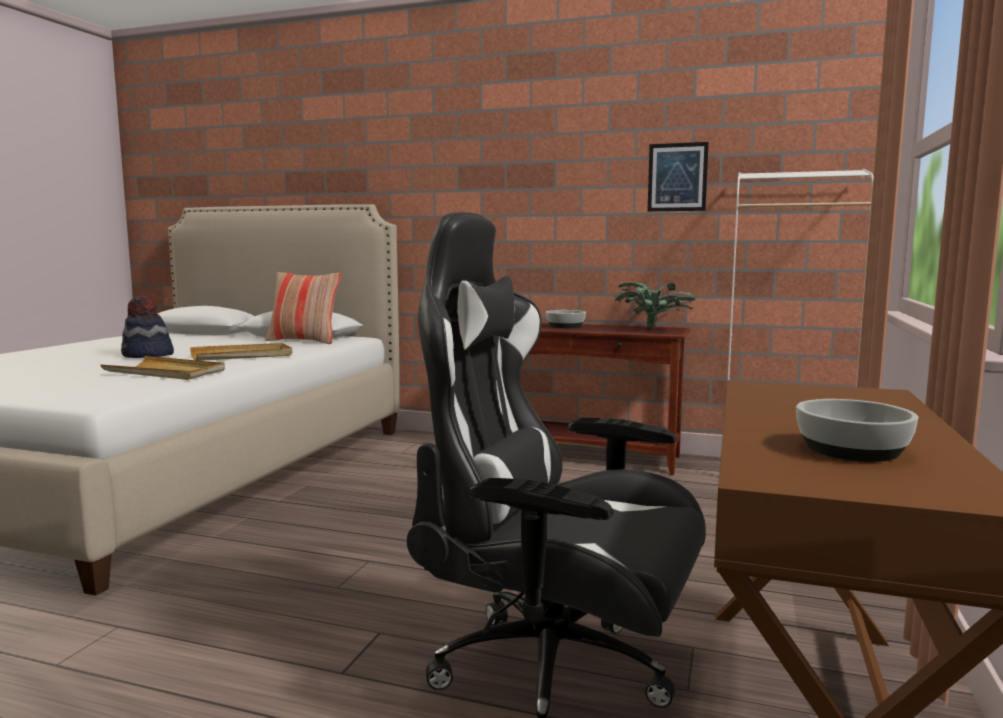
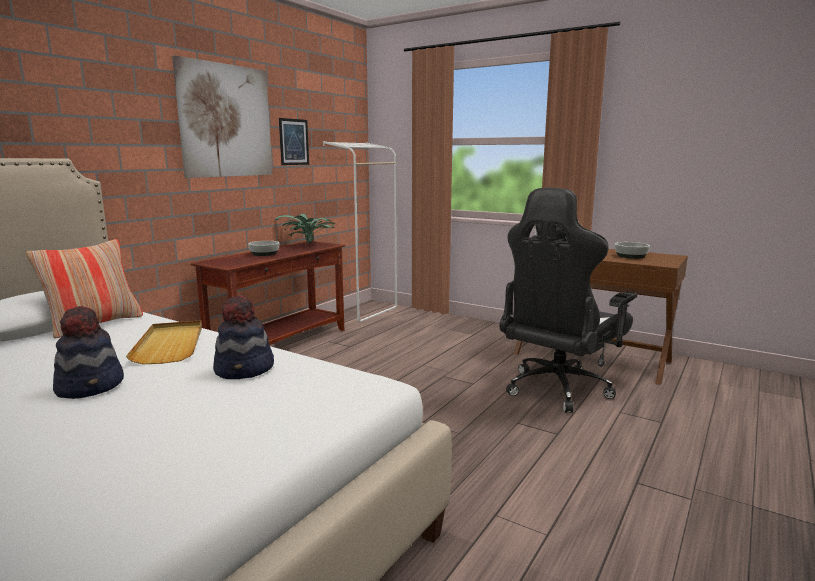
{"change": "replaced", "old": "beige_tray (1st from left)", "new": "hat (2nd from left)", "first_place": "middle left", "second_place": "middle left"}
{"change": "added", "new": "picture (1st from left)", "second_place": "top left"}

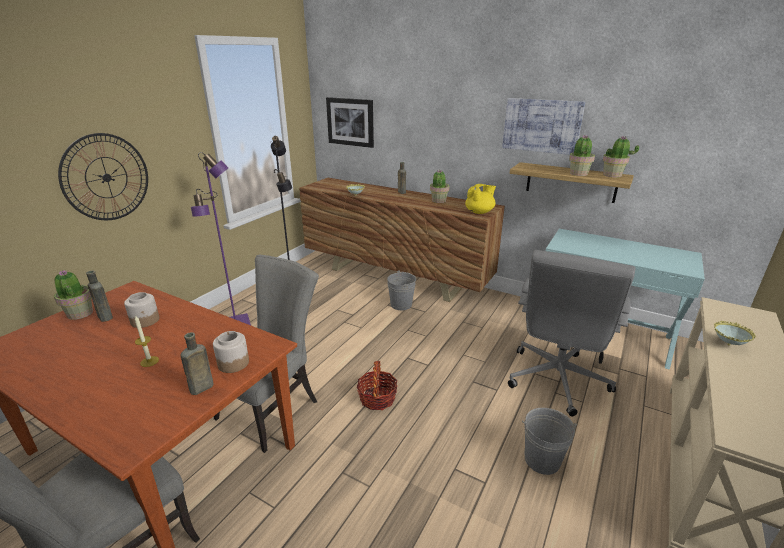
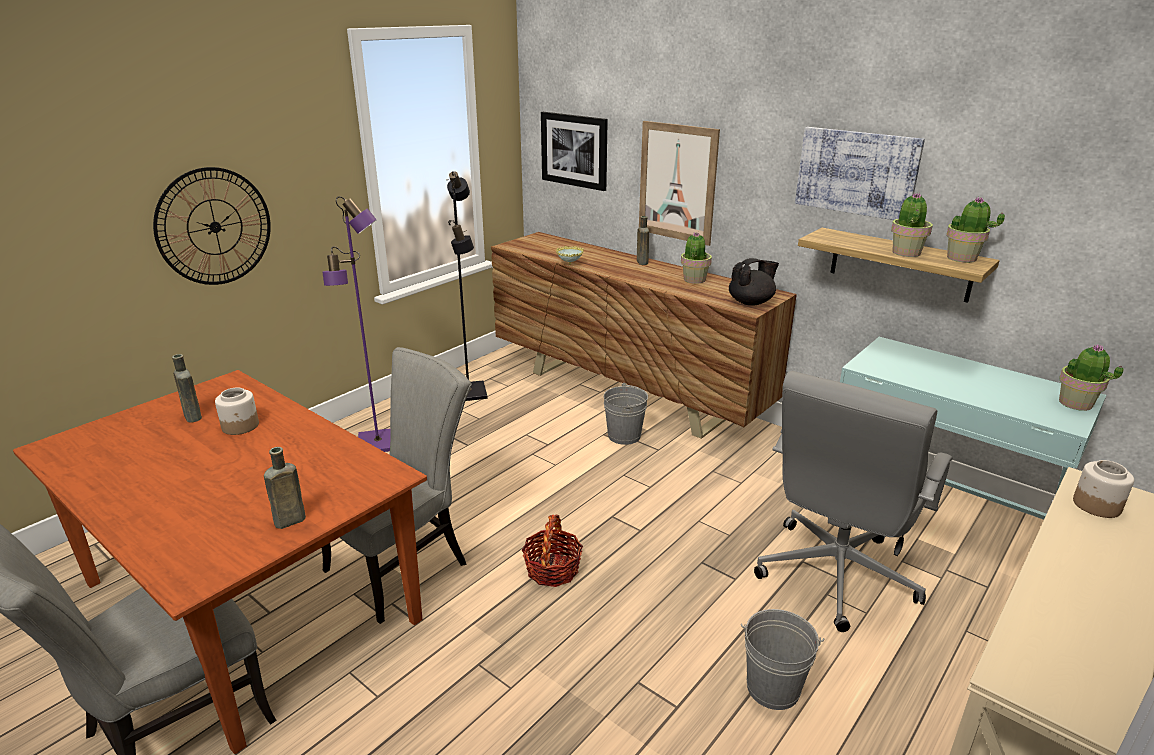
{"change": "recoloured", "old": "yellow_teapot", "new": "black_teapot", "first_place": "centre", "second_place": "centre"}
{"change": "moved", "old": "potted_plant (1st from left in the first image)", "new": "potted_plant (4th from left)", "first_place": "middle left", "second_place": "middle right"}
{"change": "removed", "old": "candle", "first_place": "middle left"}
{"change": "removed", "old": "bowl (2nd from left)", "first_place": "middle right"}
{"change": "moved", "old": "jar (2nd from left)", "first_place": "middle left", "second_place": "middle right"}
{"change": "added", "new": "picture (2nd from left)", "second_place": "top centre"}

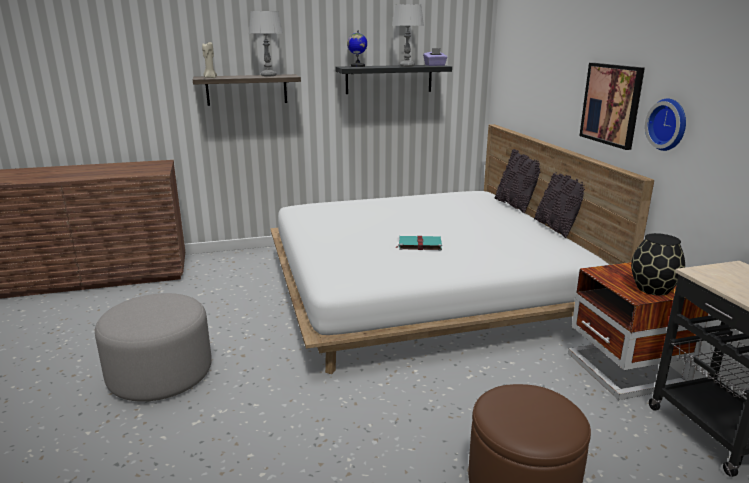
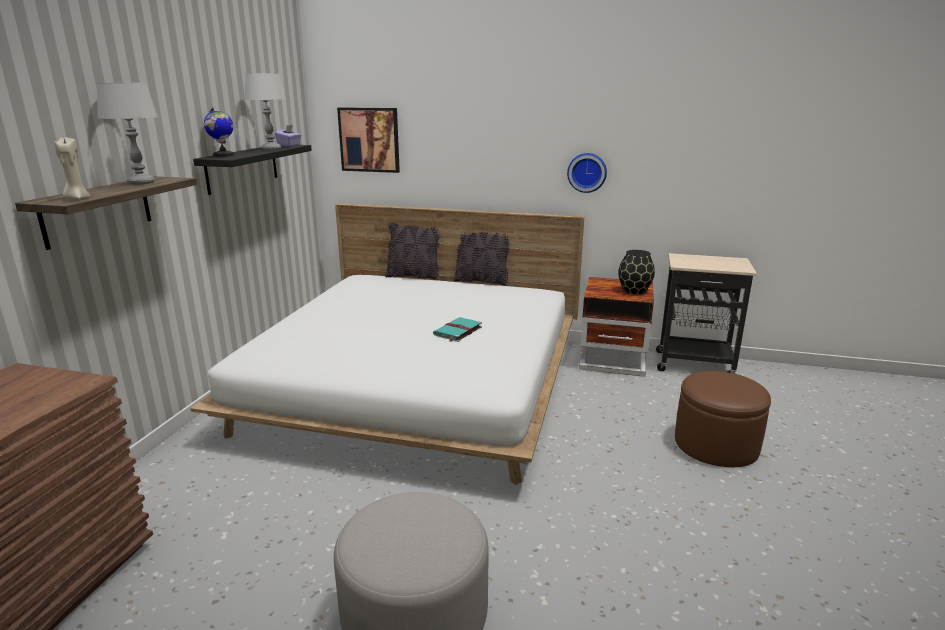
{"change": "moved", "old": "picture", "first_place": "top right", "second_place": "top centre"}

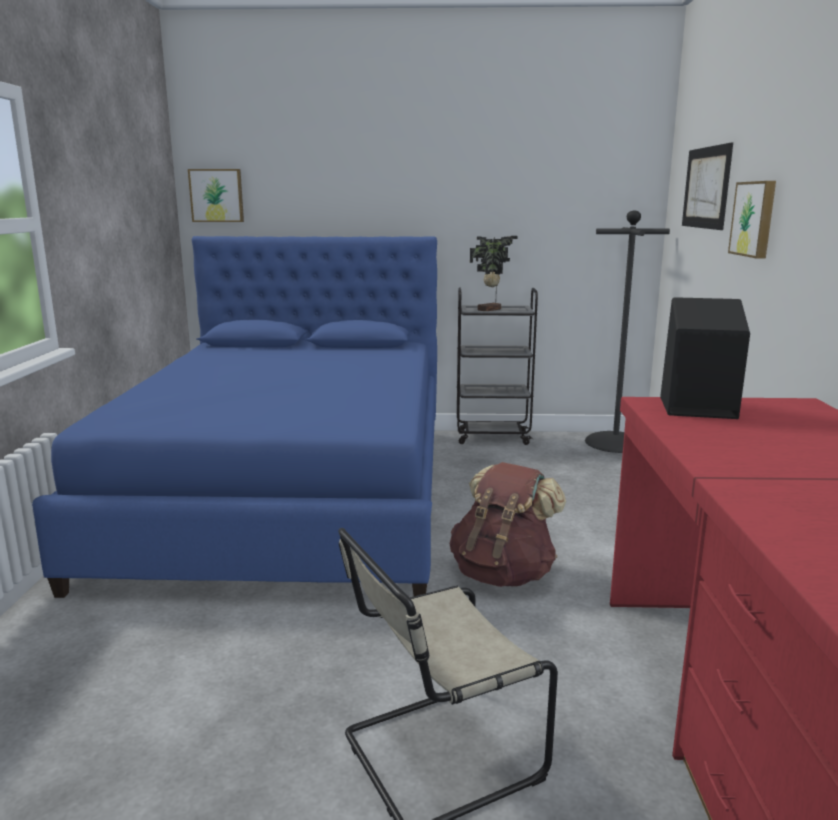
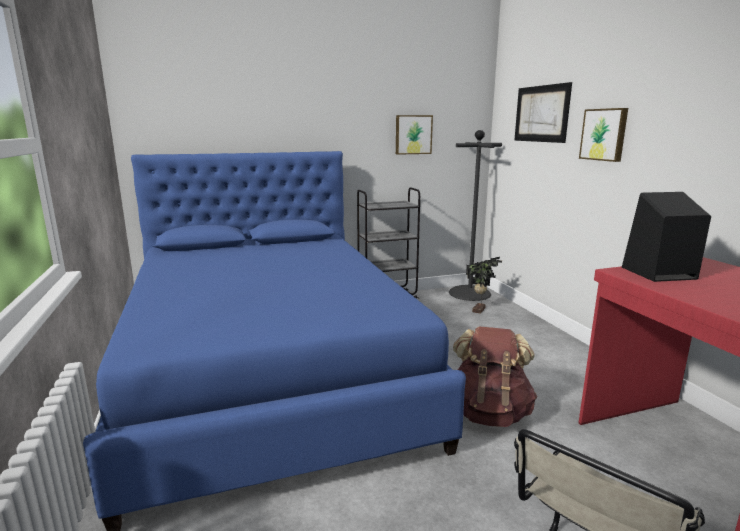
{"change": "moved", "old": "picture (1st from left)", "first_place": "top left", "second_place": "top centre"}
{"change": "moved", "old": "potted_plant", "first_place": "top centre", "second_place": "centre"}

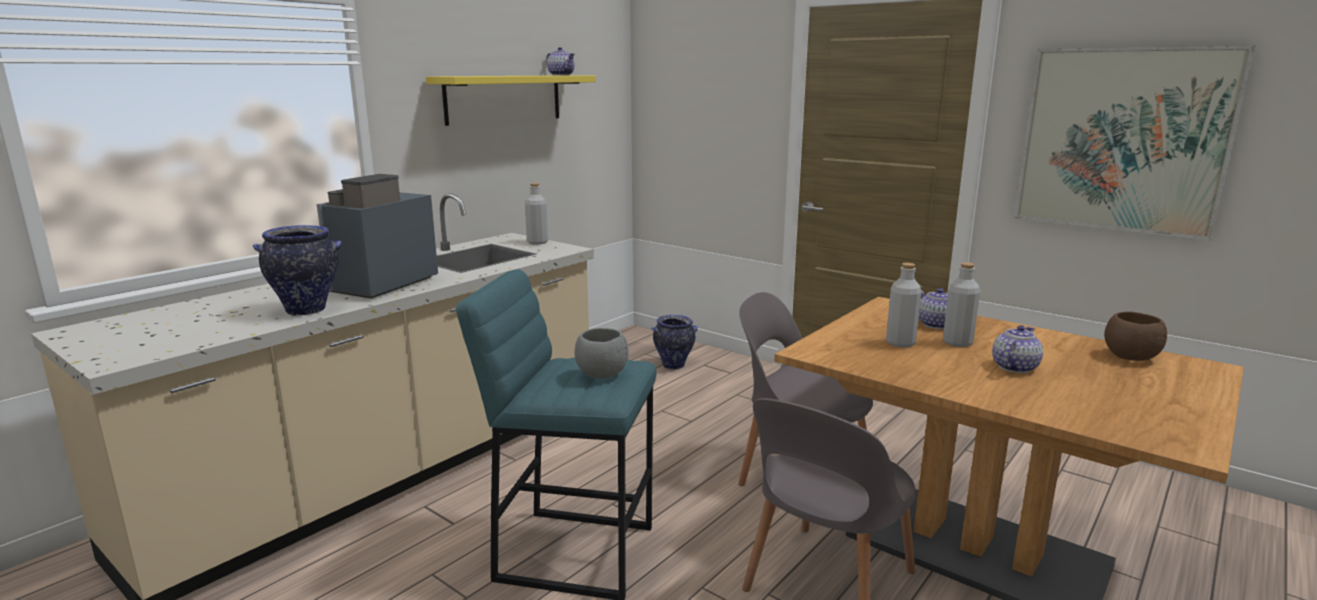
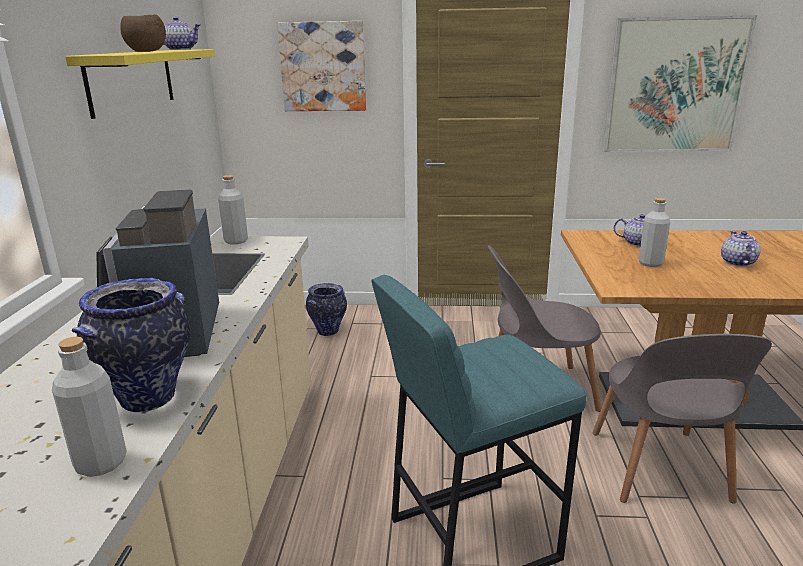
{"change": "moved", "old": "grey_bottle (3rd from left in the first image)", "new": "grey_bottle (1st from left)", "first_place": "middle right", "second_place": "bottom left"}
{"change": "moved", "old": "brown_bowl", "first_place": "middle right", "second_place": "top left"}
{"change": "removed", "old": "grey_bowl", "first_place": "centre"}
{"change": "added", "new": "picture (1st from left)", "second_place": "top centre"}

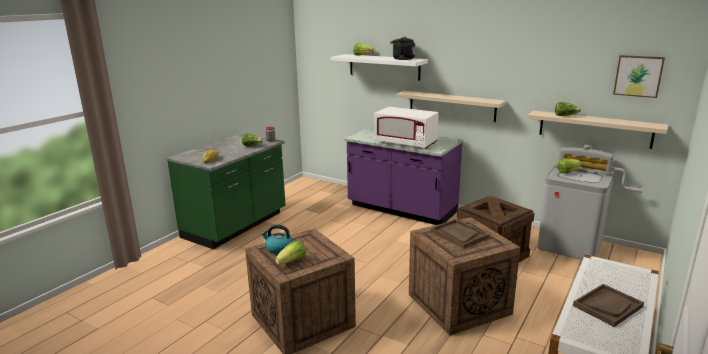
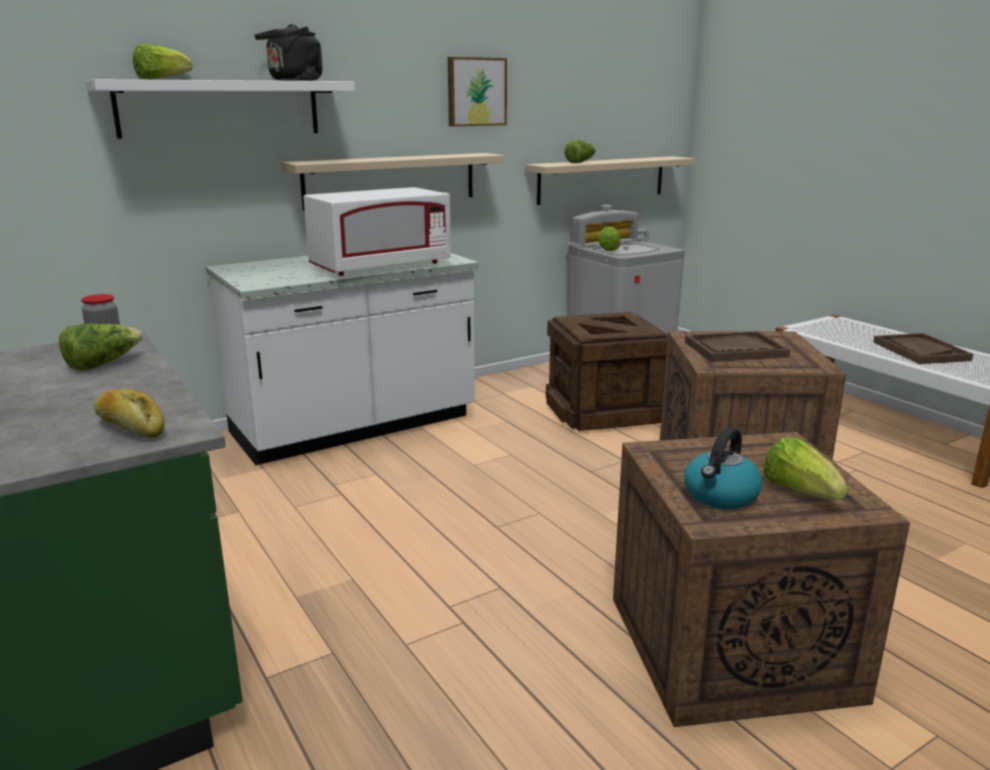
{"change": "moved", "old": "picture", "first_place": "top right", "second_place": "top centre"}
{"change": "recoloured", "old": "purple_counter", "new": "white_counter", "first_place": "centre", "second_place": "centre"}

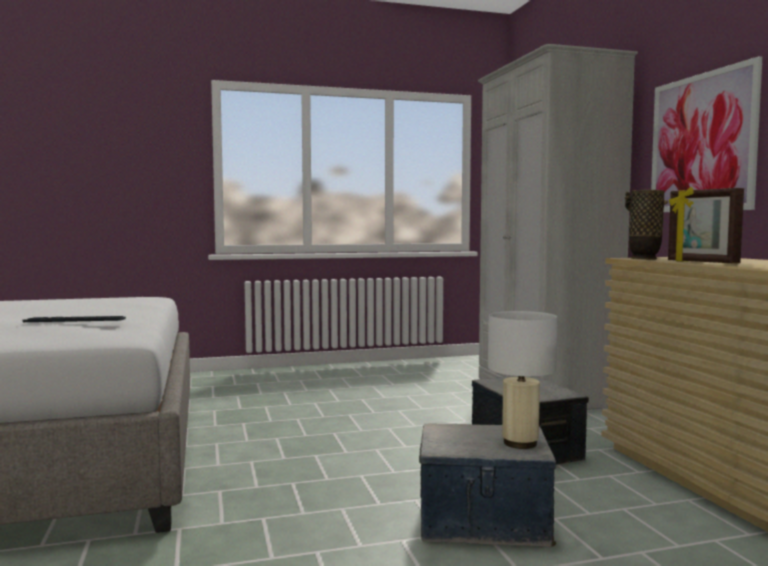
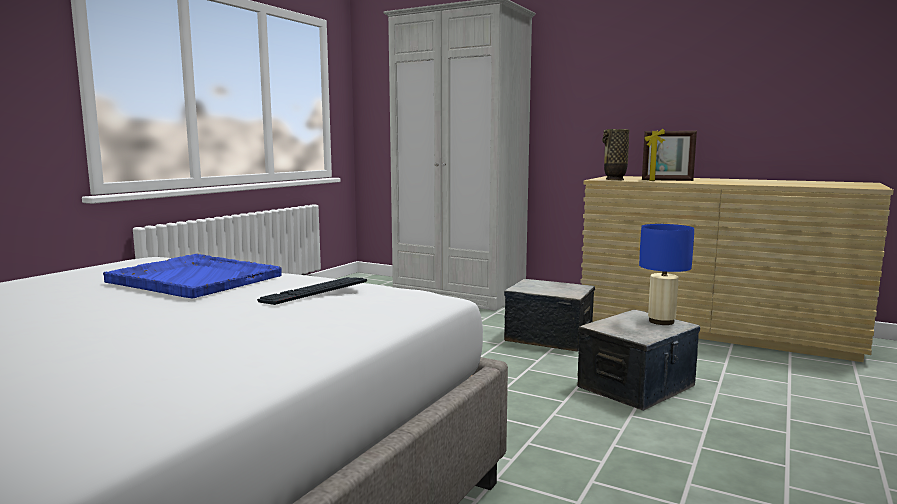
{"change": "removed", "old": "picture", "first_place": "top right"}
{"change": "recoloured", "old": "white_table_lamp", "new": "blue_table_lamp", "first_place": "bottom right", "second_place": "middle right"}
{"change": "added", "new": "blue_tray", "second_place": "middle left"}

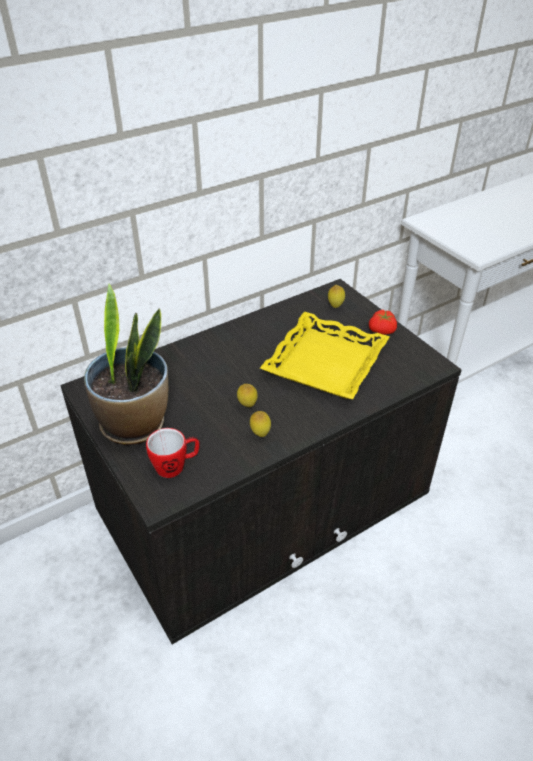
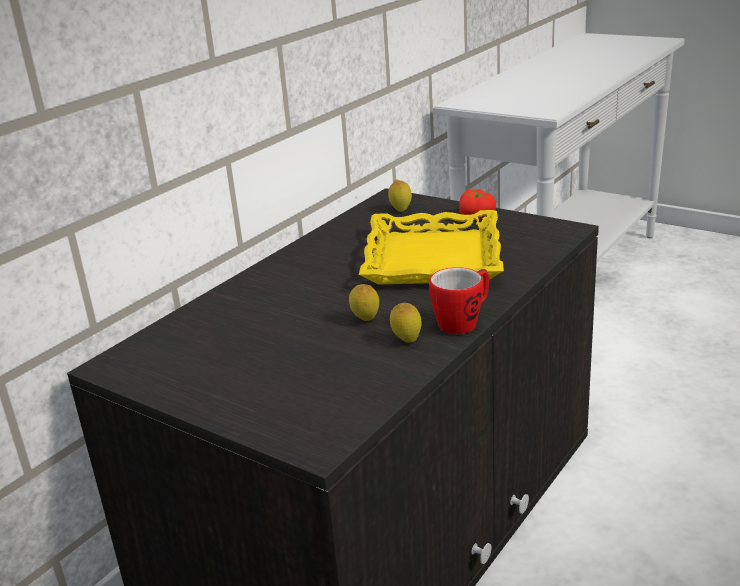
{"change": "removed", "old": "potted_plant", "first_place": "middle left"}
{"change": "moved", "old": "mug", "first_place": "middle left", "second_place": "centre"}

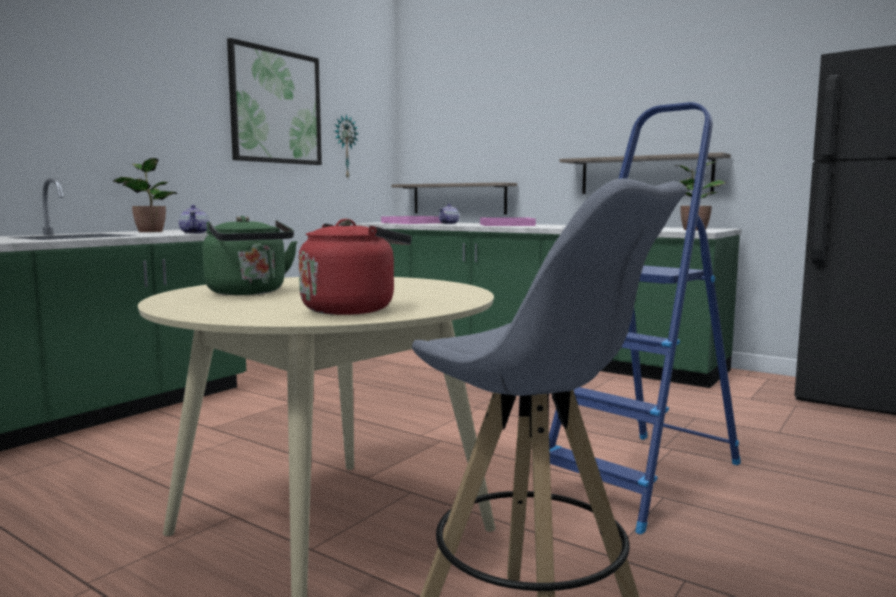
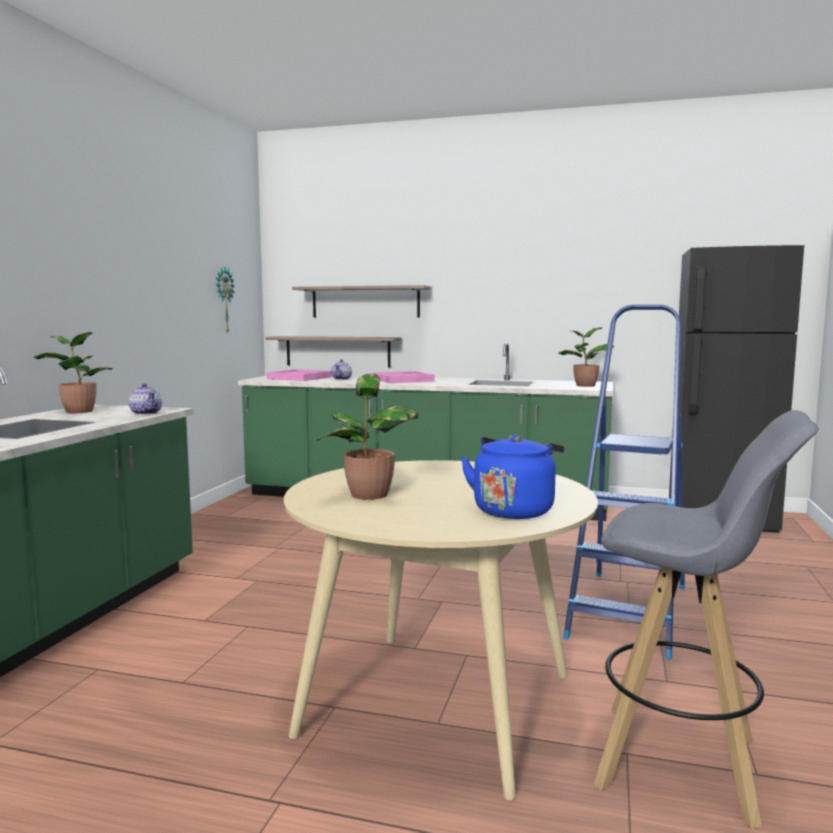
{"change": "removed", "old": "picture", "first_place": "top left"}
{"change": "moved", "old": "shelf (2nd from left)", "first_place": "top right", "second_place": "centre"}
{"change": "replaced", "old": "green_kettle", "new": "potted_plant (2nd from left)", "first_place": "middle left", "second_place": "centre"}
{"change": "recoloured", "old": "red_kettle", "new": "blue_kettle", "first_place": "centre", "second_place": "centre"}

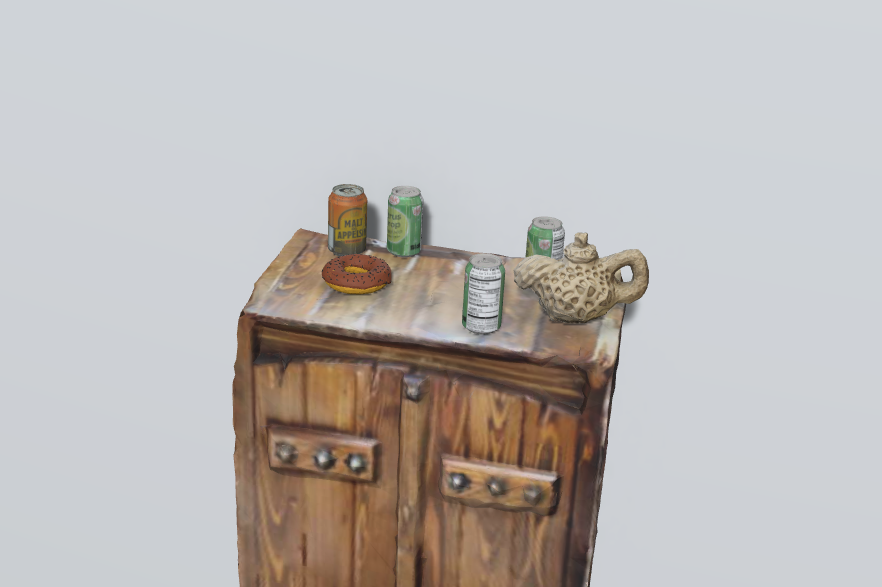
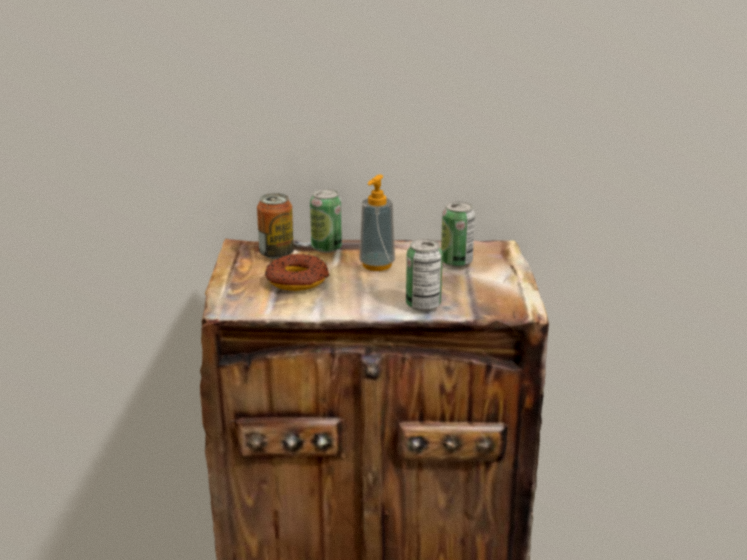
{"change": "removed", "old": "beige_teapot", "first_place": "centre"}
{"change": "added", "new": "soap_dispenser", "second_place": "centre"}

